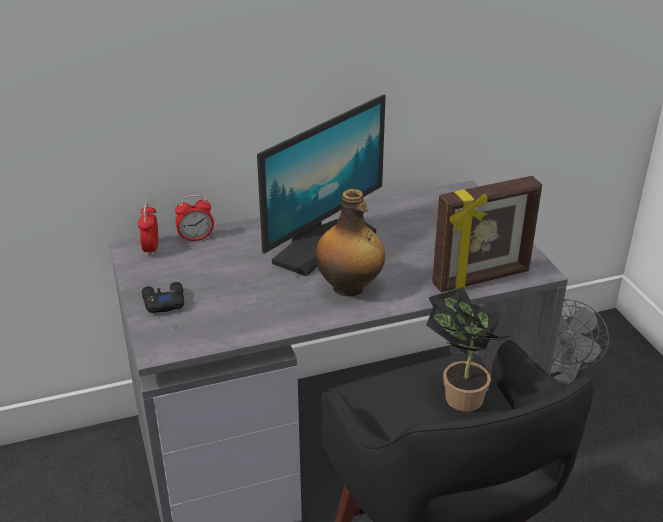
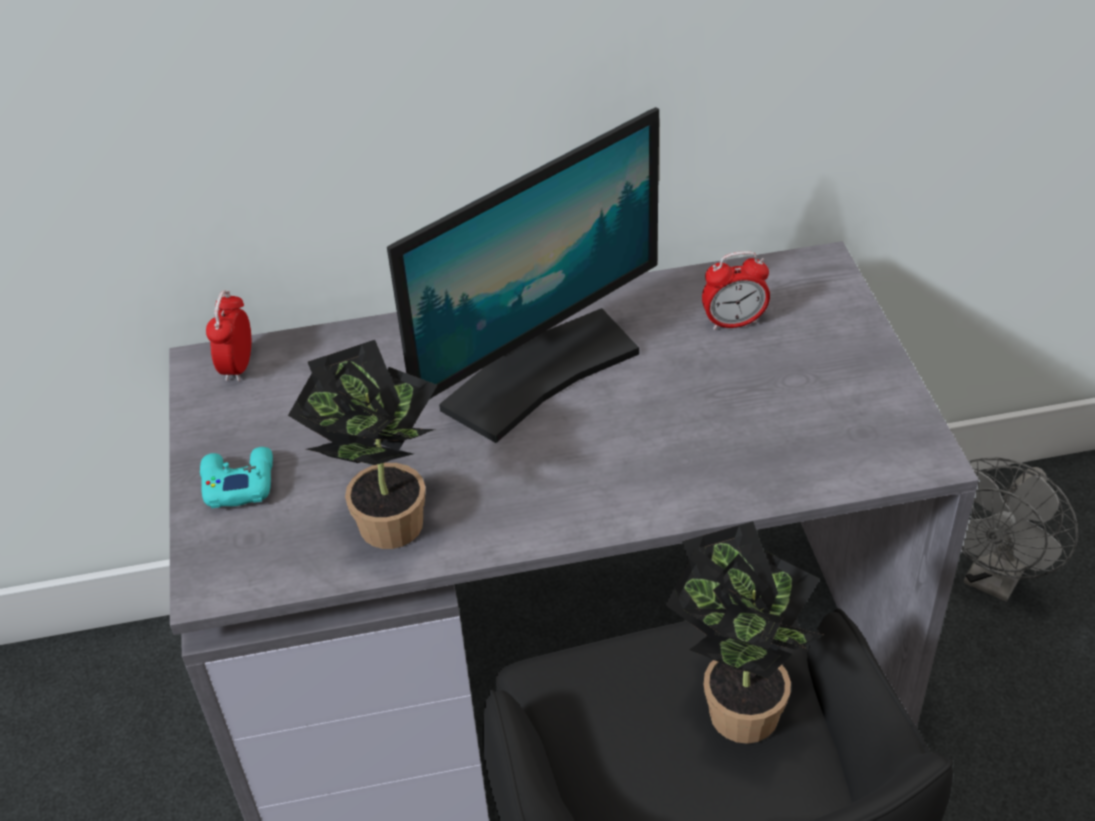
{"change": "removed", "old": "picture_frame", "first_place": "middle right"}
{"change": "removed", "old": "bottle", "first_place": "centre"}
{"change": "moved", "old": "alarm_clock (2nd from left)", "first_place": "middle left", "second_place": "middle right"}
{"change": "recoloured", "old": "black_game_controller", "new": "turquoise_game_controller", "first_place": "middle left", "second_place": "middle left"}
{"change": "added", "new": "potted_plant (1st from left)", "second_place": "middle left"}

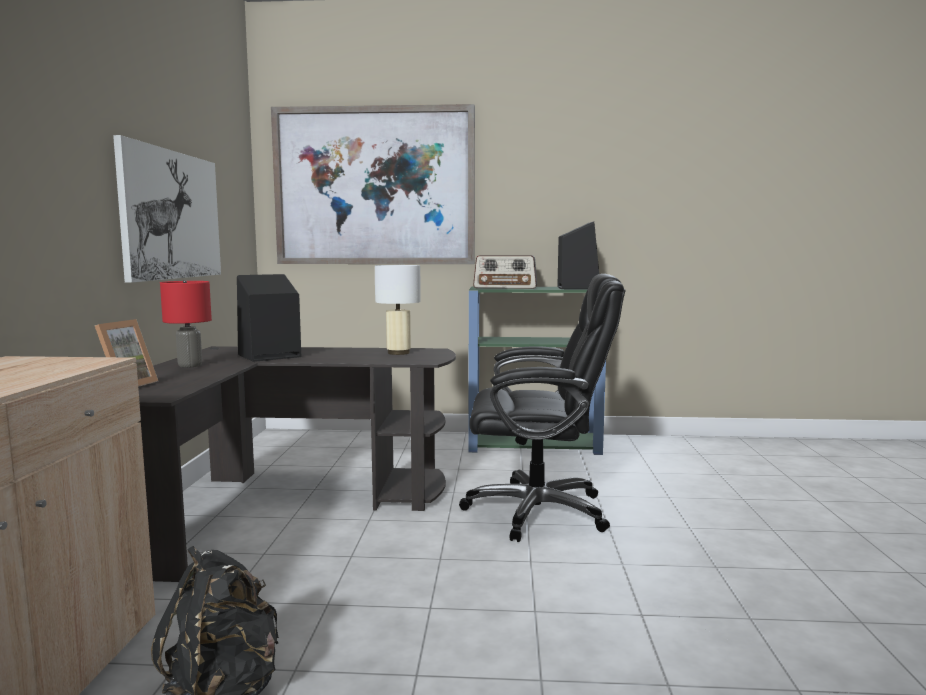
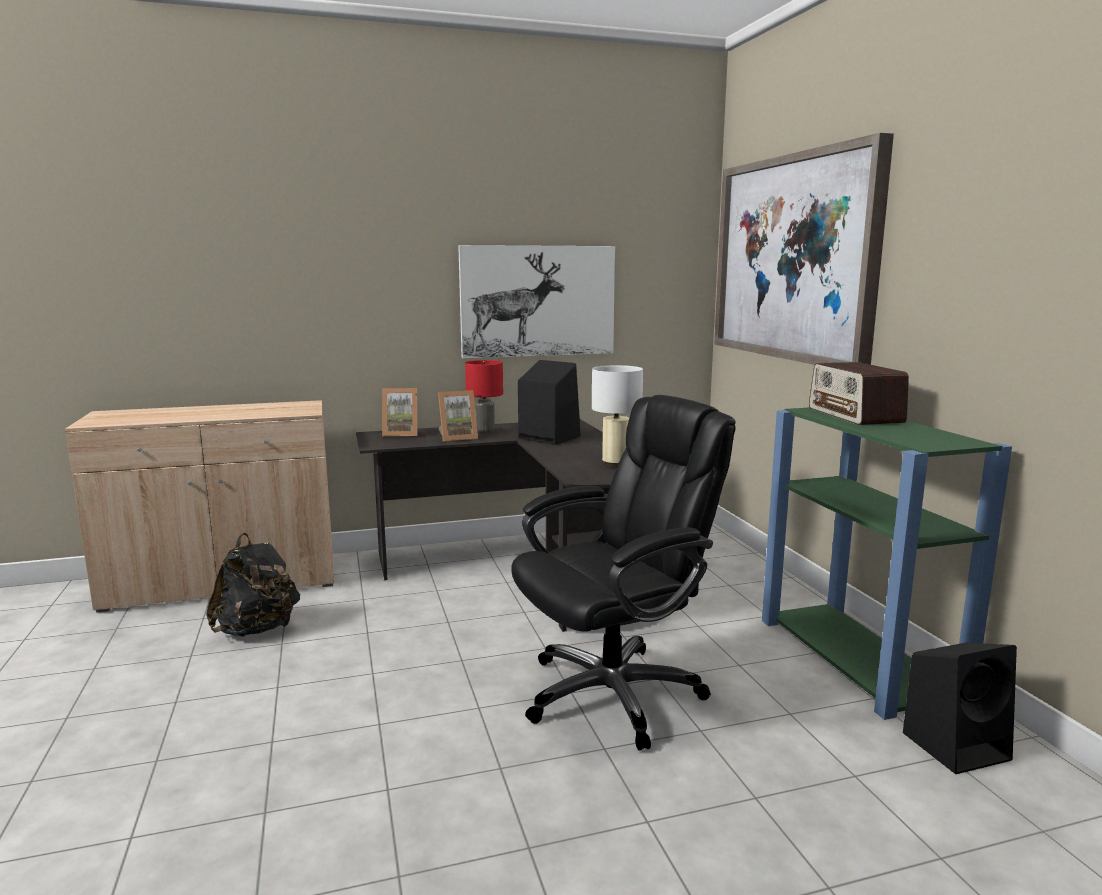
{"change": "moved", "old": "black_speaker (2nd from left)", "first_place": "centre", "second_place": "bottom right"}
{"change": "turned", "old": "black_office_chair", "first_place": "centre", "second_place": "centre", "degrees": -105}
{"change": "added", "new": "picture_frame (2nd from left)", "second_place": "centre"}

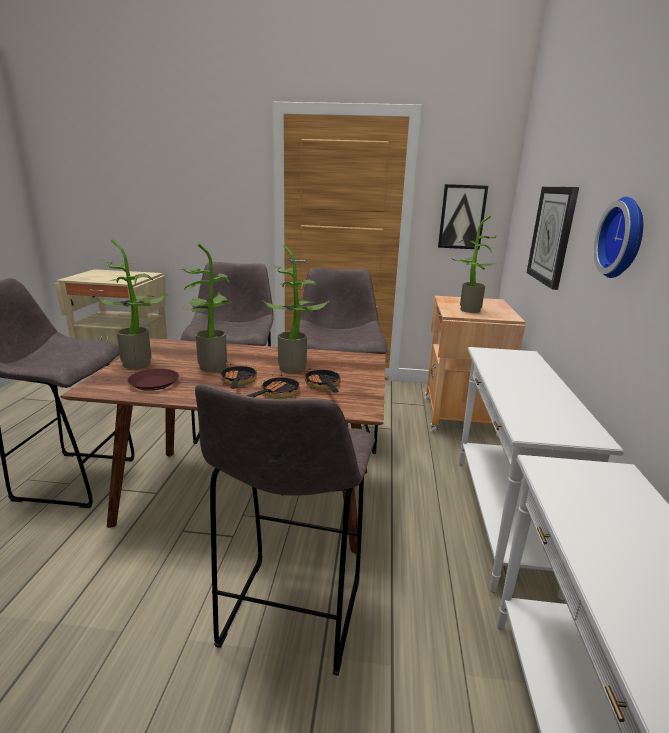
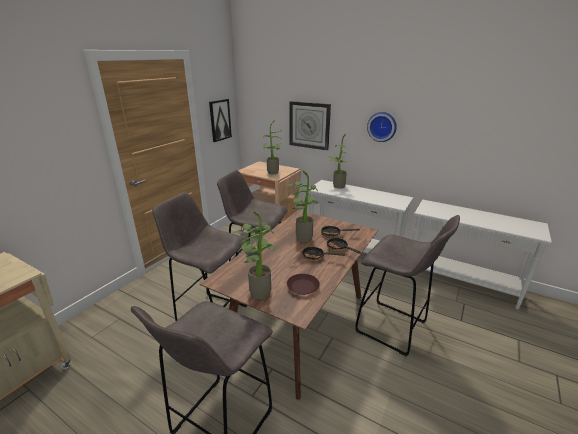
{"change": "moved", "old": "potted_plant (2nd from left in the first image)", "new": "potted_plant (4th from left)", "first_place": "middle left", "second_place": "centre"}

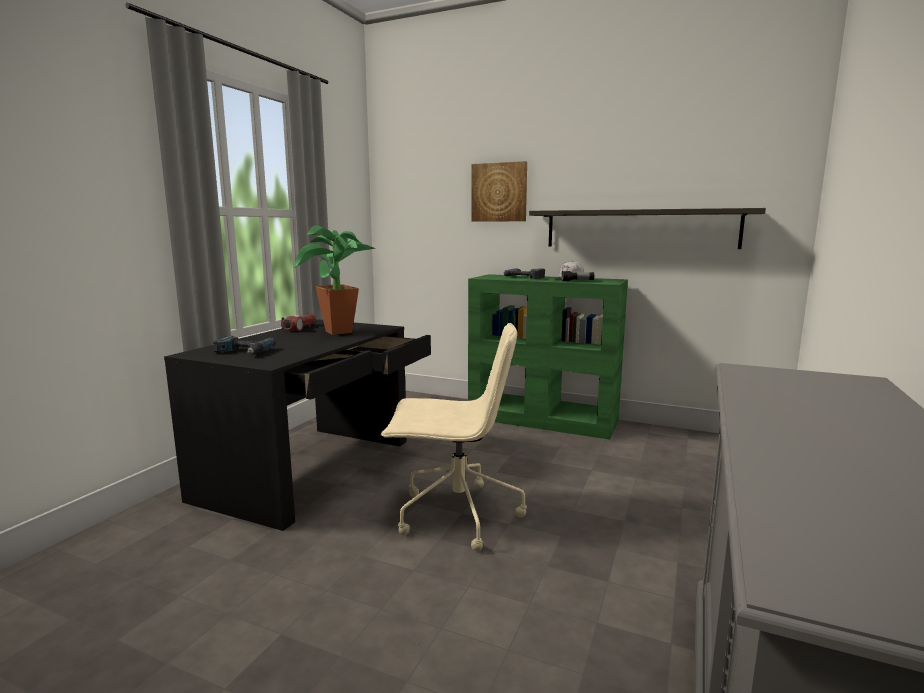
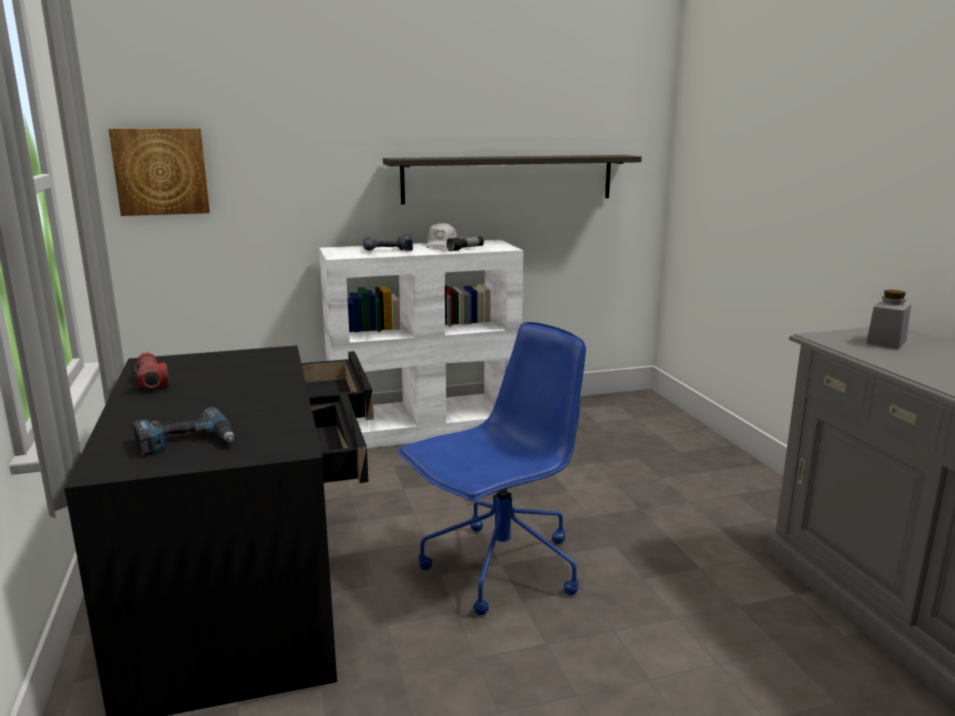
{"change": "moved", "old": "picture", "first_place": "top centre", "second_place": "top left"}
{"change": "removed", "old": "potted_plant", "first_place": "centre"}
{"change": "recoloured", "old": "green_bookcase", "new": "white_bookcase", "first_place": "centre", "second_place": "centre"}
{"change": "recoloured", "old": "beige_office_chair", "new": "blue_office_chair", "first_place": "centre", "second_place": "centre"}
{"change": "added", "new": "grey_jar", "second_place": "middle right"}

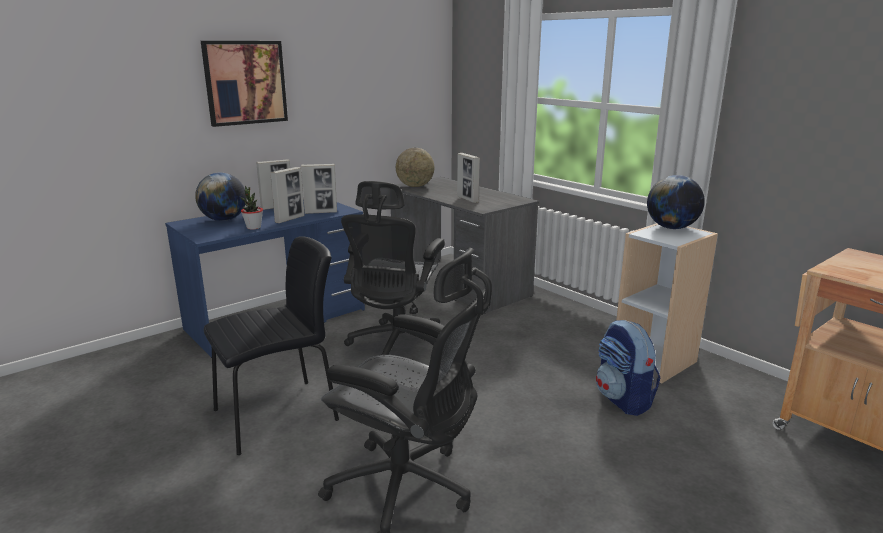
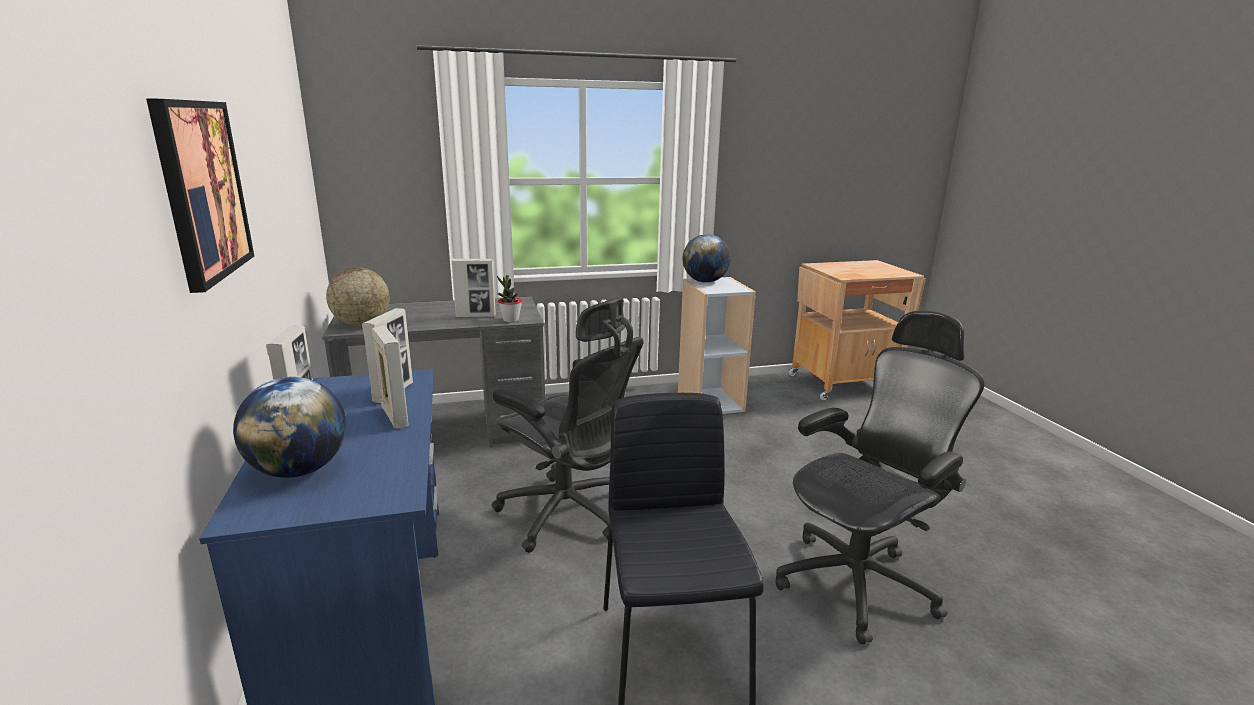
{"change": "moved", "old": "potted_plant", "first_place": "middle left", "second_place": "centre"}
{"change": "removed", "old": "backpack", "first_place": "bottom right"}

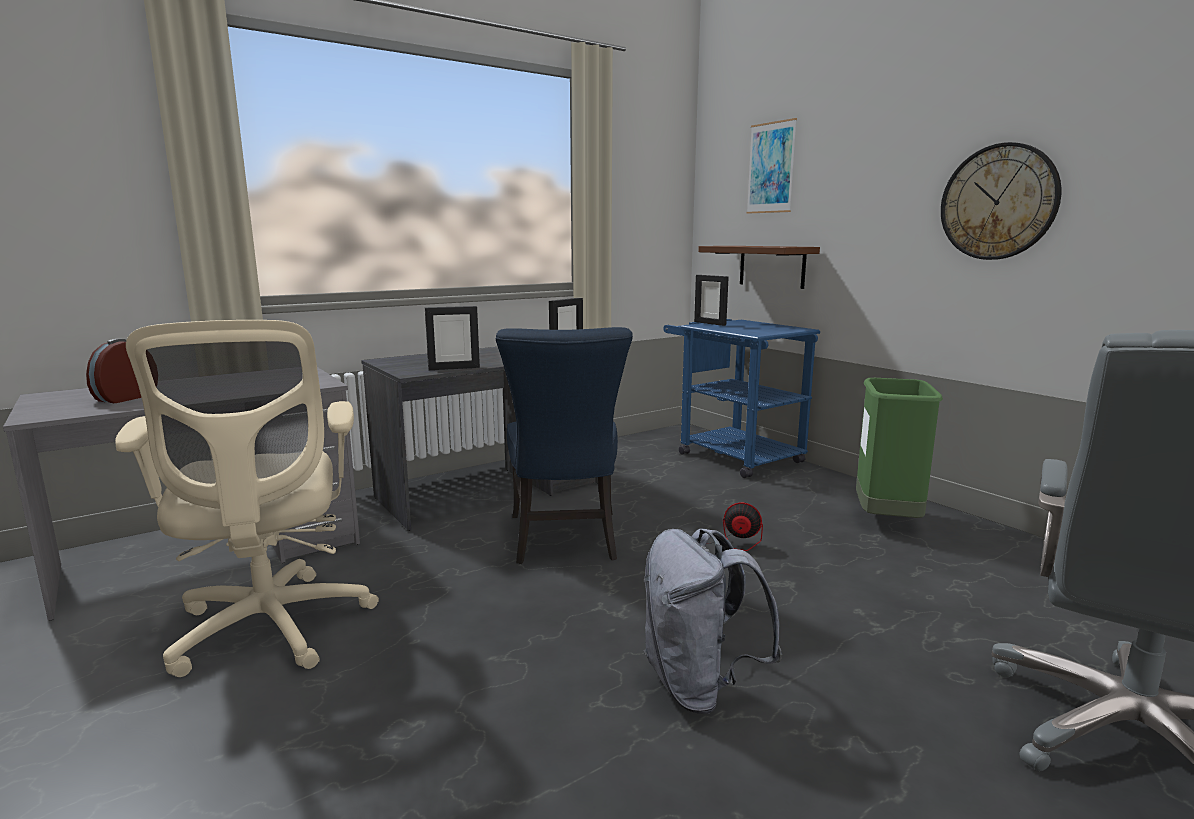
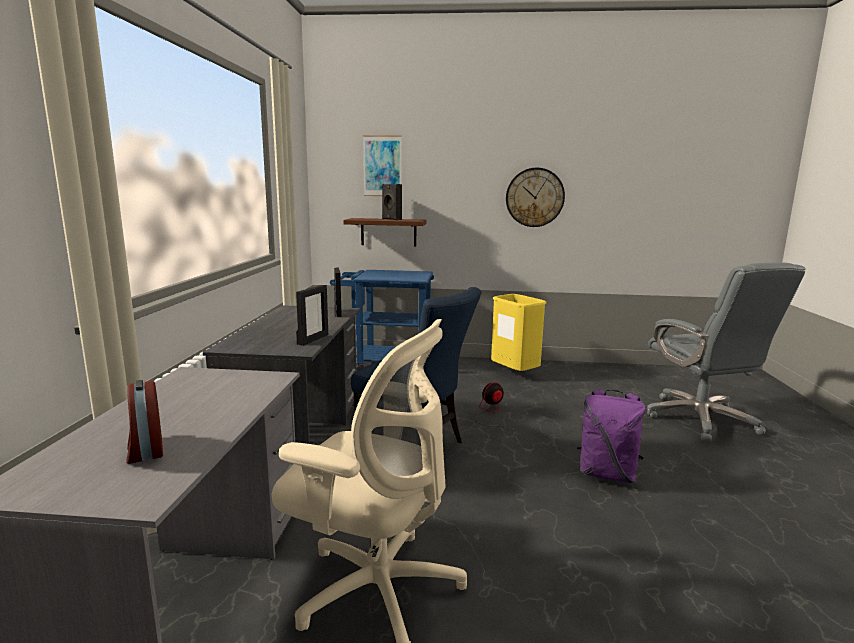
{"change": "removed", "old": "picture_frame (3rd from left)", "first_place": "centre"}
{"change": "recoloured", "old": "green_trash_can", "new": "yellow_trash_can", "first_place": "middle right", "second_place": "centre"}
{"change": "recoloured", "old": "grey_backpack", "new": "purple_backpack", "first_place": "bottom centre", "second_place": "bottom right"}
{"change": "added", "new": "black_speaker", "second_place": "top centre"}

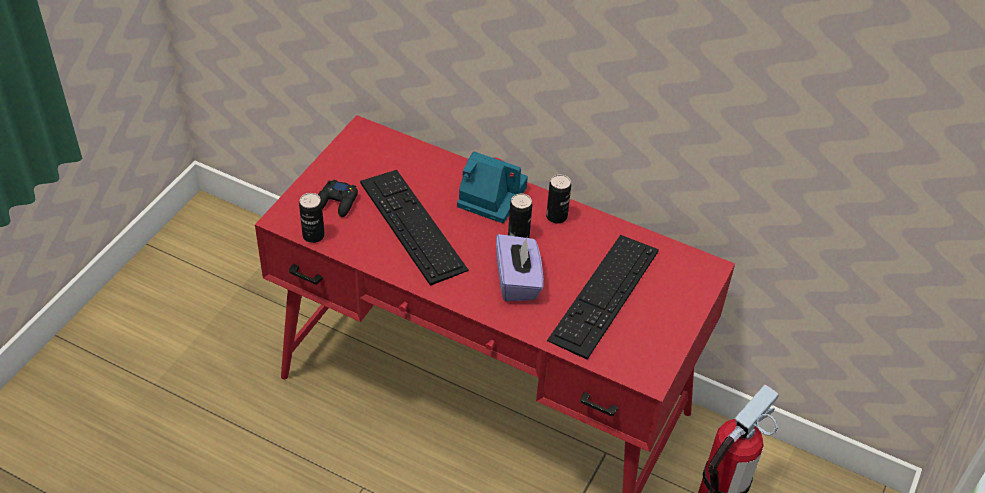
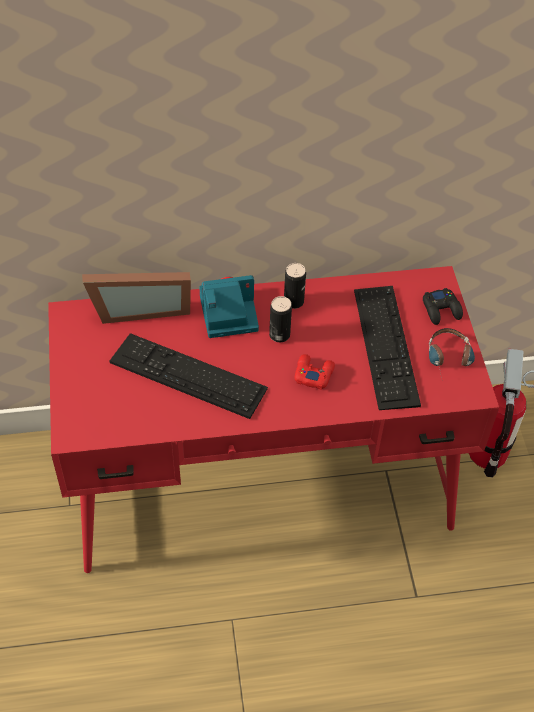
{"change": "moved", "old": "black_game_controller", "first_place": "centre", "second_place": "middle right"}
{"change": "removed", "old": "can (1st from left)", "first_place": "middle left"}
{"change": "replaced", "old": "purple_tissue_box", "new": "red_game_controller", "first_place": "centre", "second_place": "centre"}
{"change": "added", "new": "picture_frame", "second_place": "middle left"}
{"change": "added", "new": "headphones", "second_place": "middle right"}

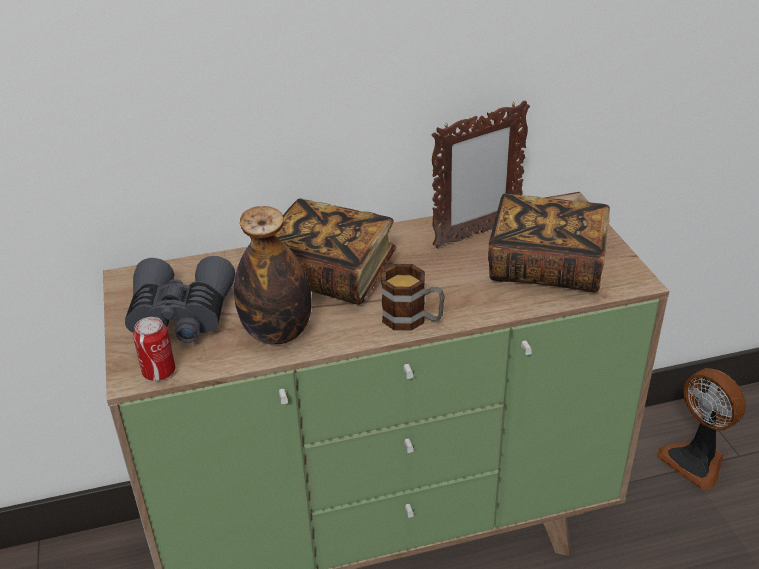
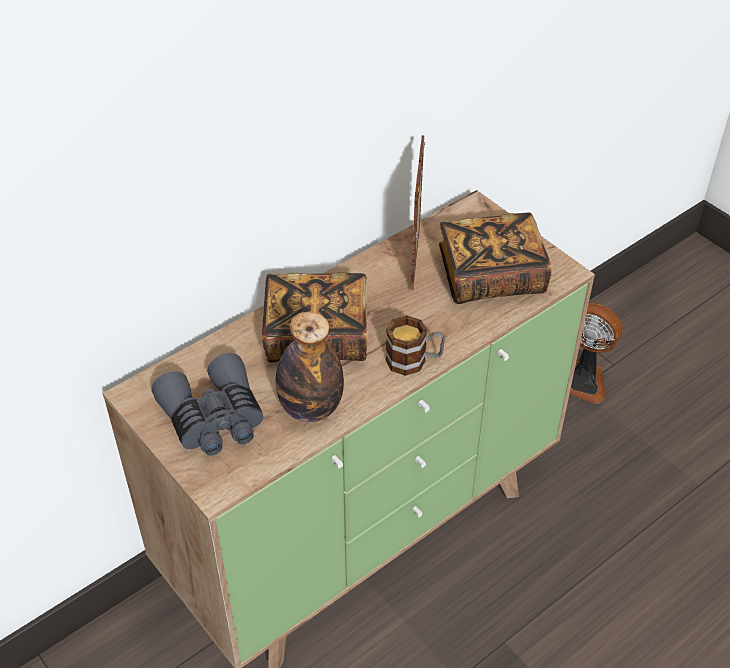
{"change": "turned", "old": "picture_frame", "first_place": "top centre", "second_place": "top centre", "degrees": 150}
{"change": "removed", "old": "can", "first_place": "middle left"}

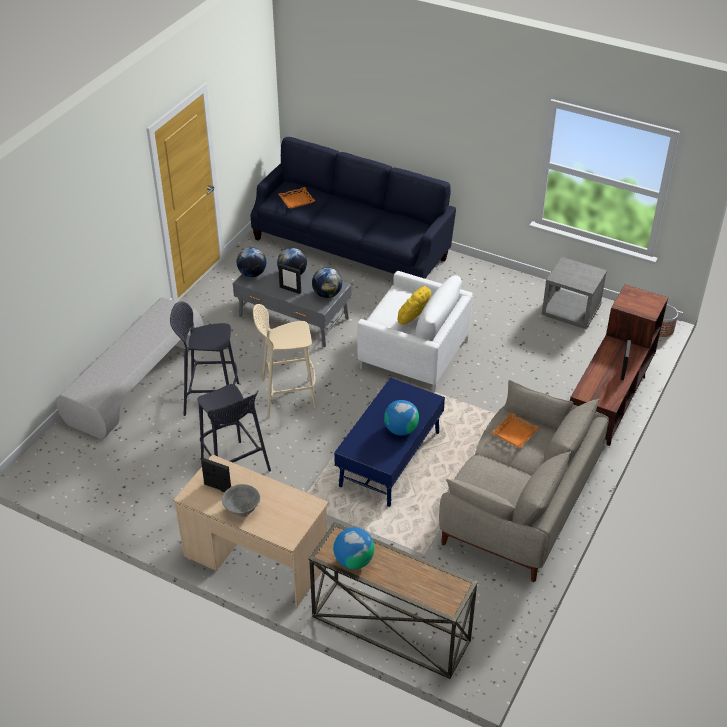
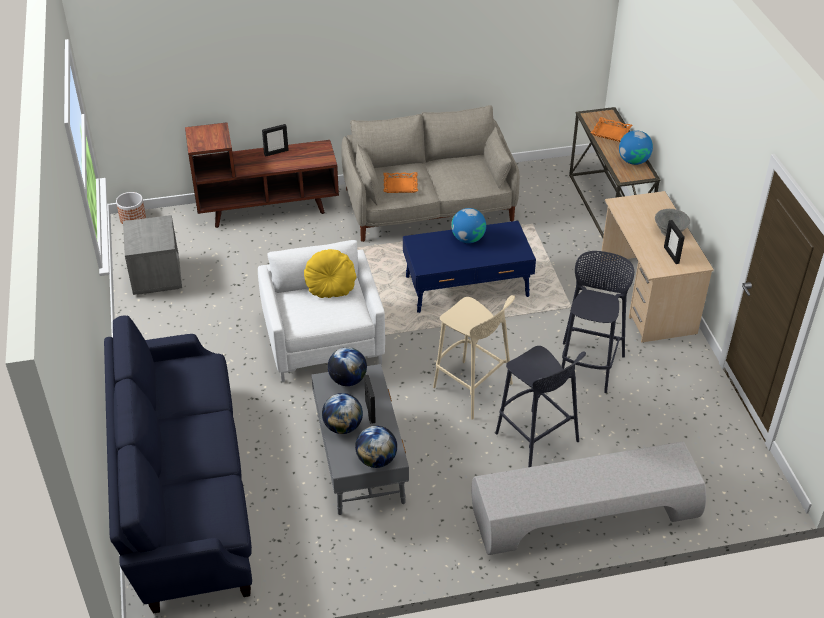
{"change": "moved", "old": "orange_tray (1st from left in the first image)", "new": "orange_tray (2nd from left)", "first_place": "top centre", "second_place": "top right"}

